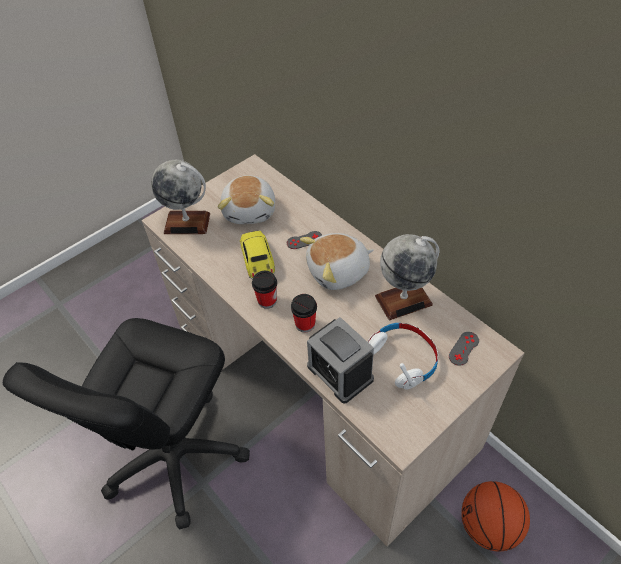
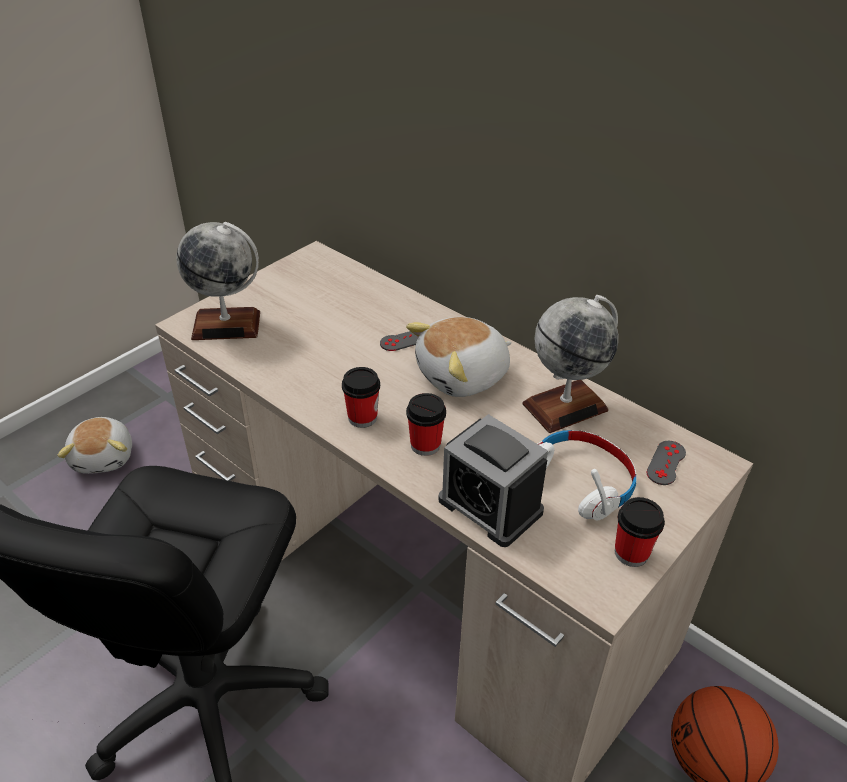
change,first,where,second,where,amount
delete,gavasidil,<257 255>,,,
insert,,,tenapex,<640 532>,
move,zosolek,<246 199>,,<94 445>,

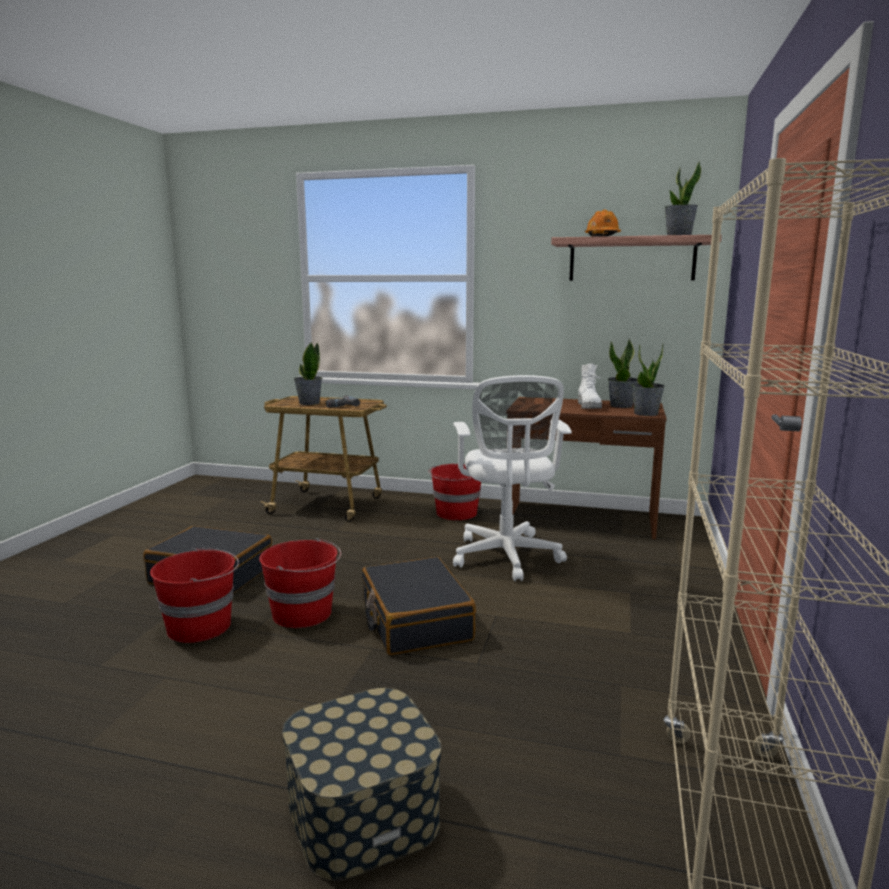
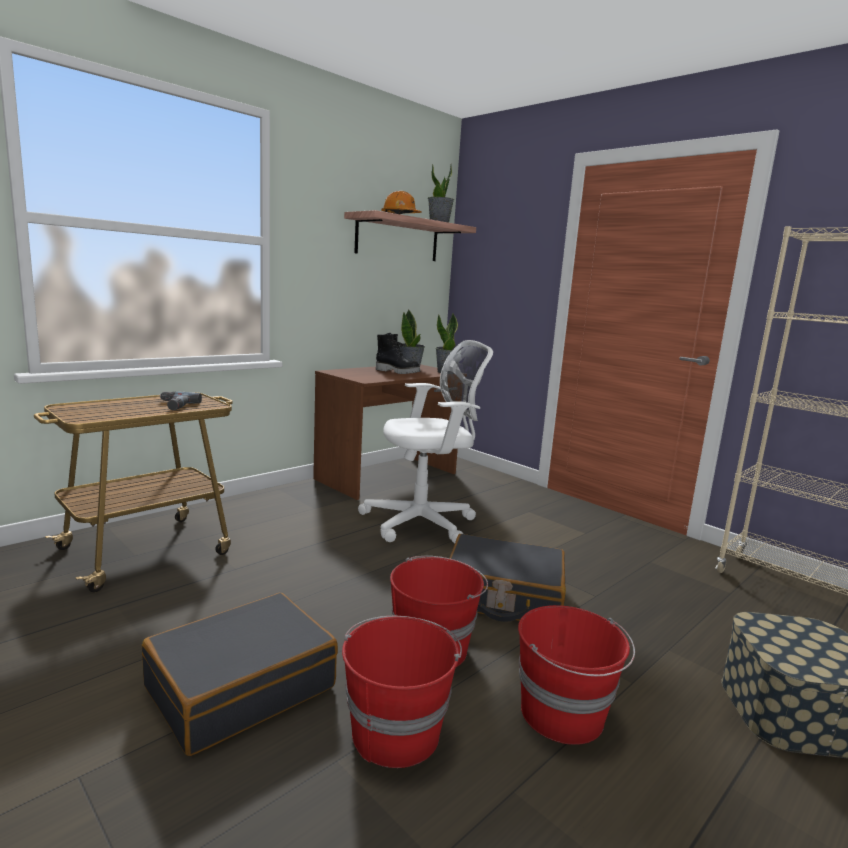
change,first,where,second,where,amount
delete,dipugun,<308 373>,,,
move,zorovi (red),<455 492>,,<576 675>,
recolor,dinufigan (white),<590 386>,dinufigan (black),<398 353>,
rotate,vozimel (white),<512 478>,,<425 441>,45 degrees counterclockwise

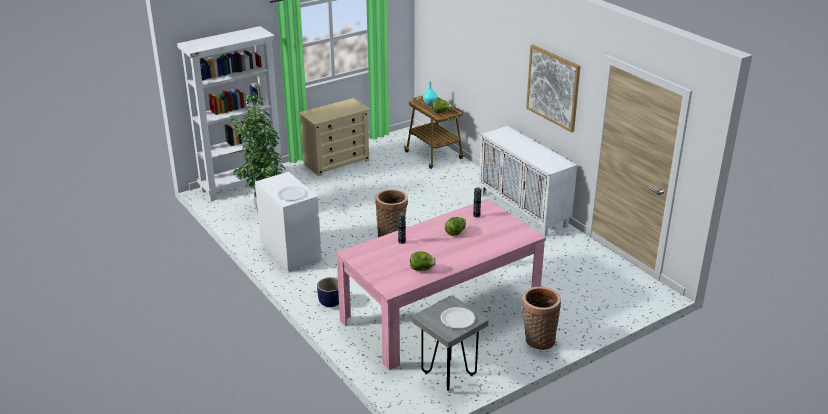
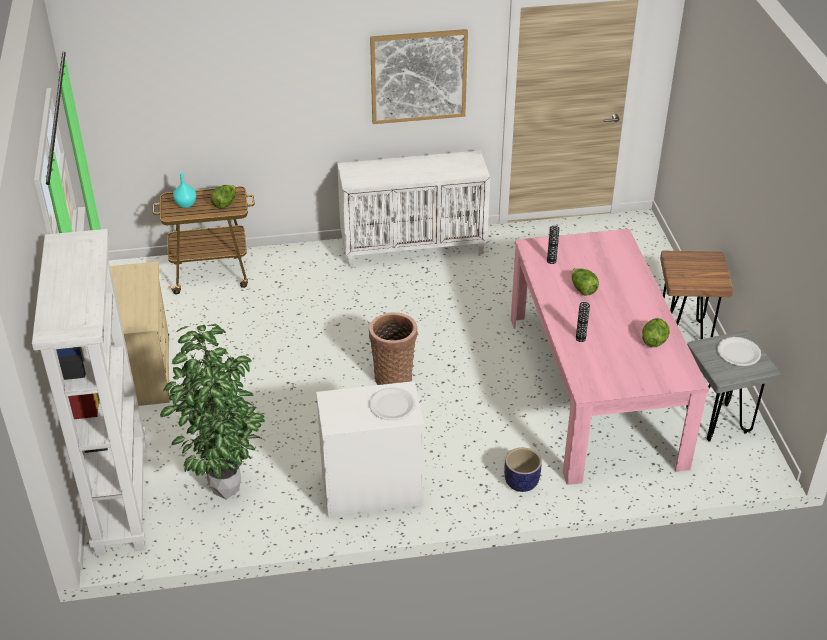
change,first,where,second,where,amount
replace,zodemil,<541 318>,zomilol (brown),<696 295>,

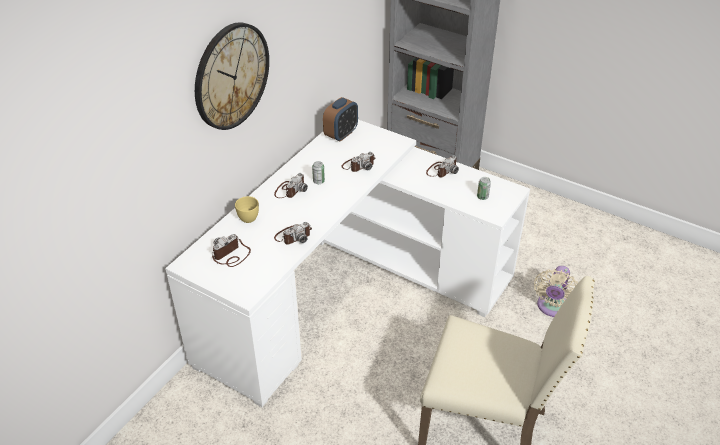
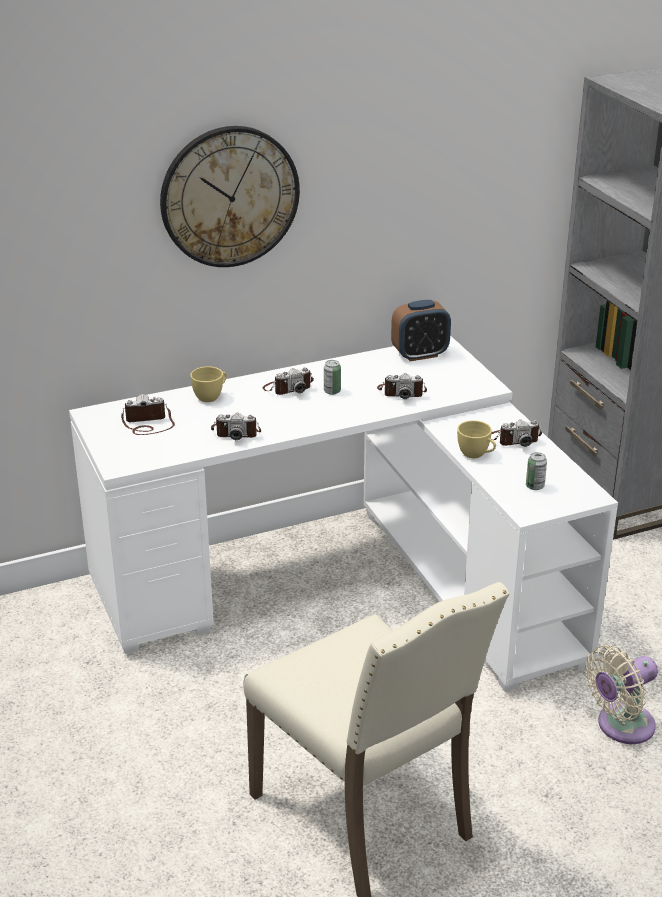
change,first,where,second,where,amount
insert,,,tenapex (yellow),<476 439>,

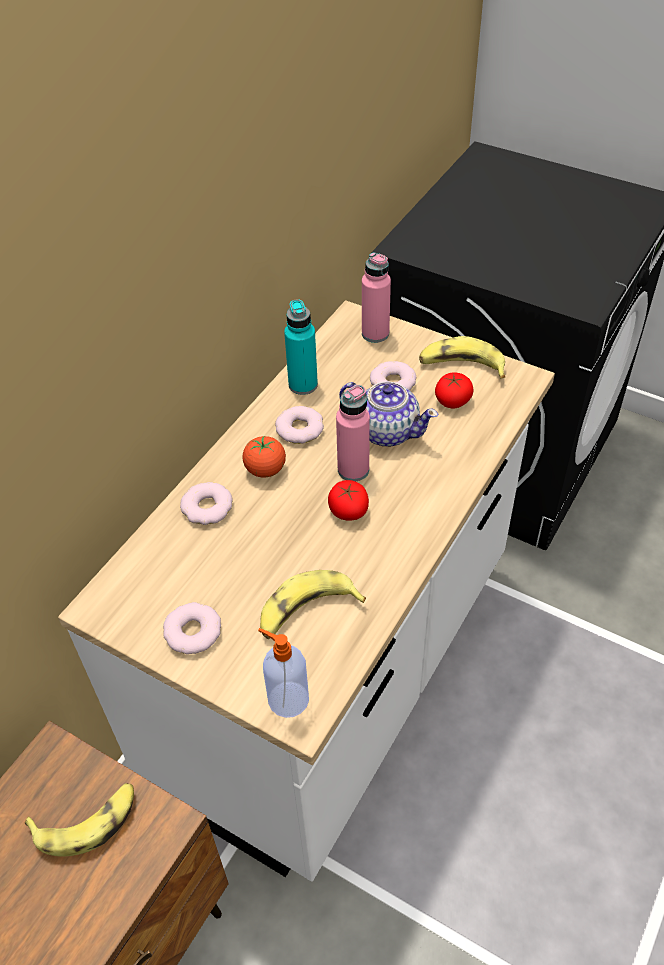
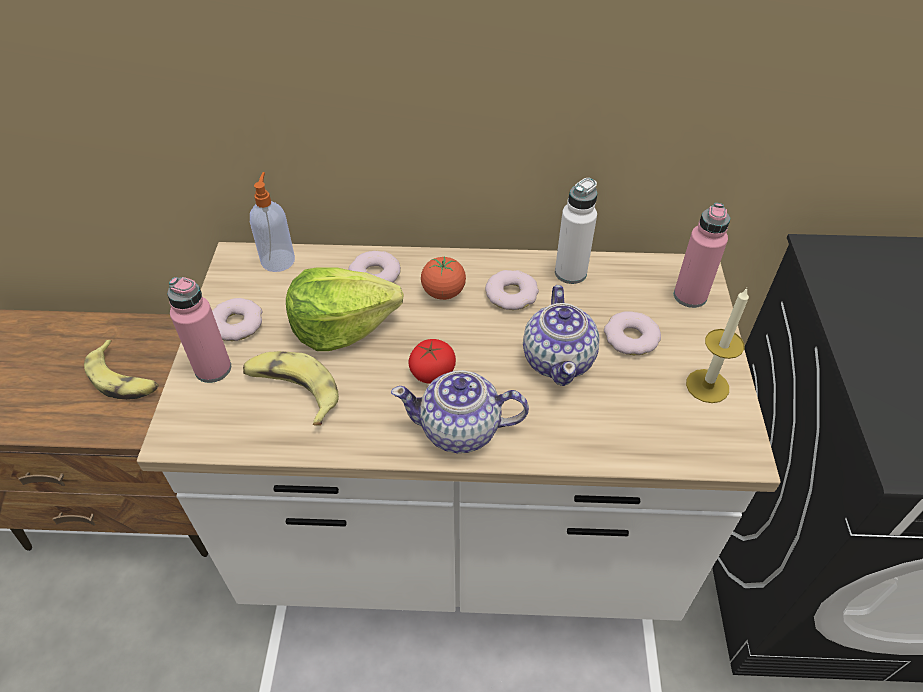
change,first,where,second,where,amount
delete,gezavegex,<454 390>,,,
insert,,,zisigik,<345 309>,
insert,,,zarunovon,<460 411>,
move,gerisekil,<283 673>,,<272 222>,
move,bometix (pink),<353 433>,,<199 330>,
replace,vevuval,<462 357>,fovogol,<717 345>,
recolor,bometix (turquoise),<301 347>,bometix (white),<576 231>,

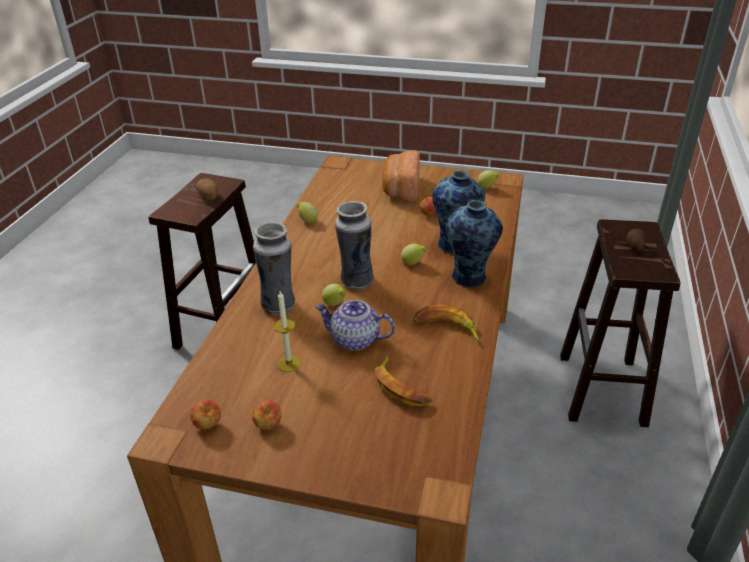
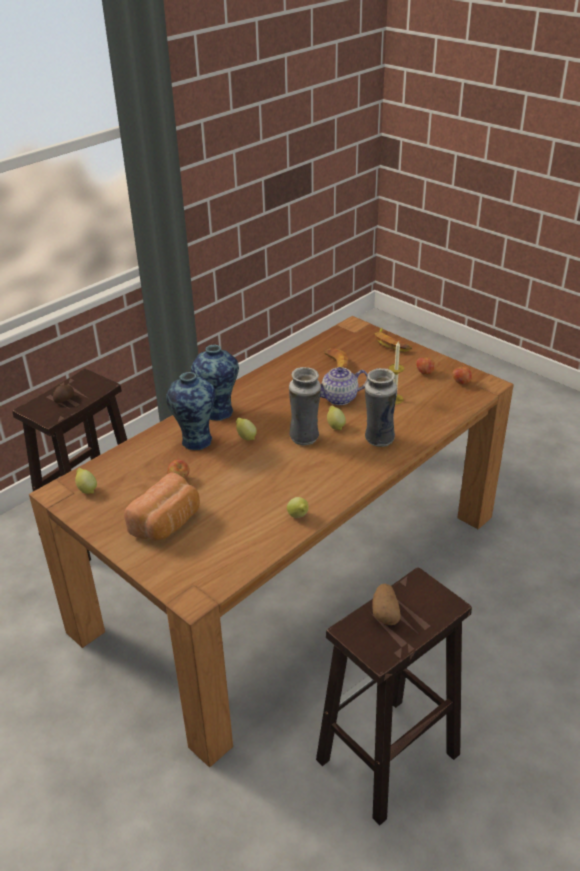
change,first,where,second,where,amount
move,vevuval,<446 323>,,<393 340>,
rotate,zarunovon,<355 325>,,<344 386>,120 degrees clockwise

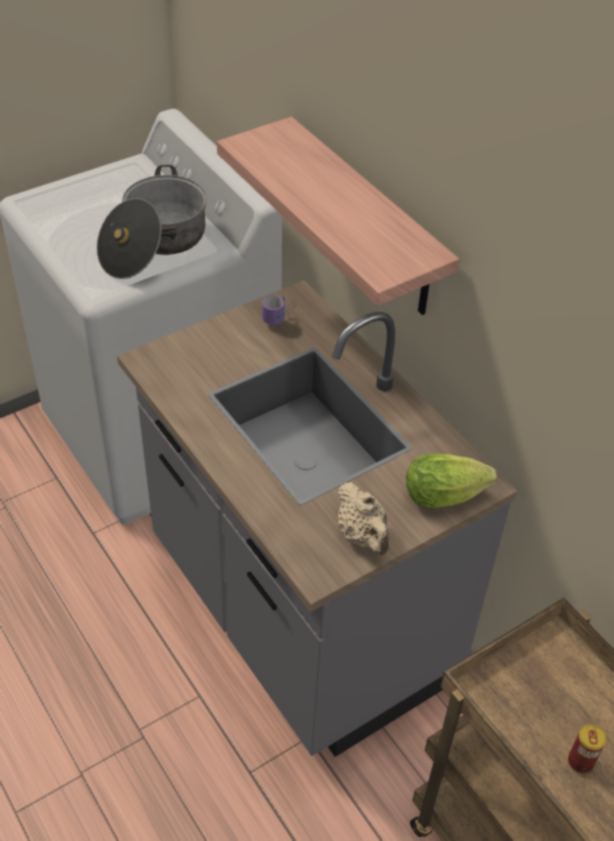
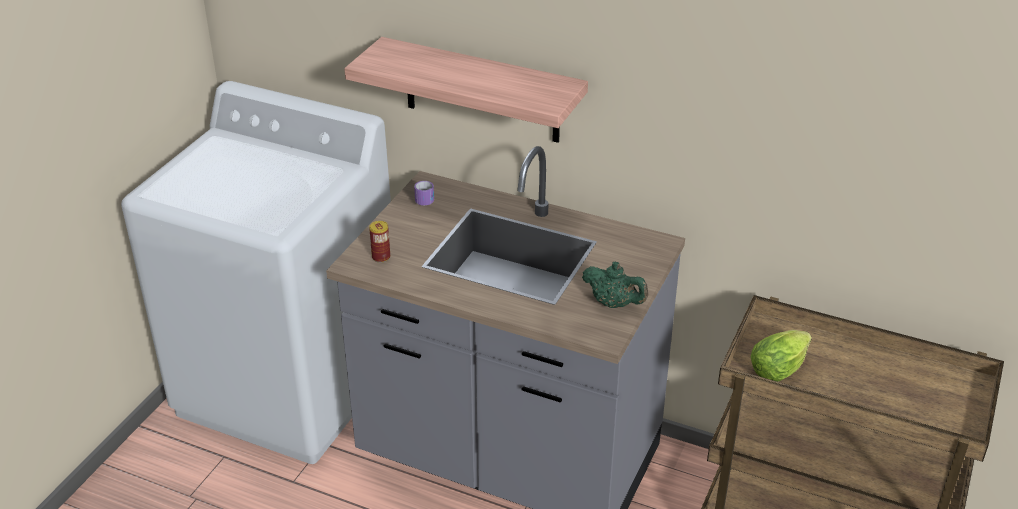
change,first,where,second,where,amount
delete,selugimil,<152 222>,,,
move,zisigik,<451 481>,,<781 355>,
move,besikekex,<587 748>,,<379 242>,
recolor,zarunovon (beige),<363 518>,zarunovon (green),<615 285>,

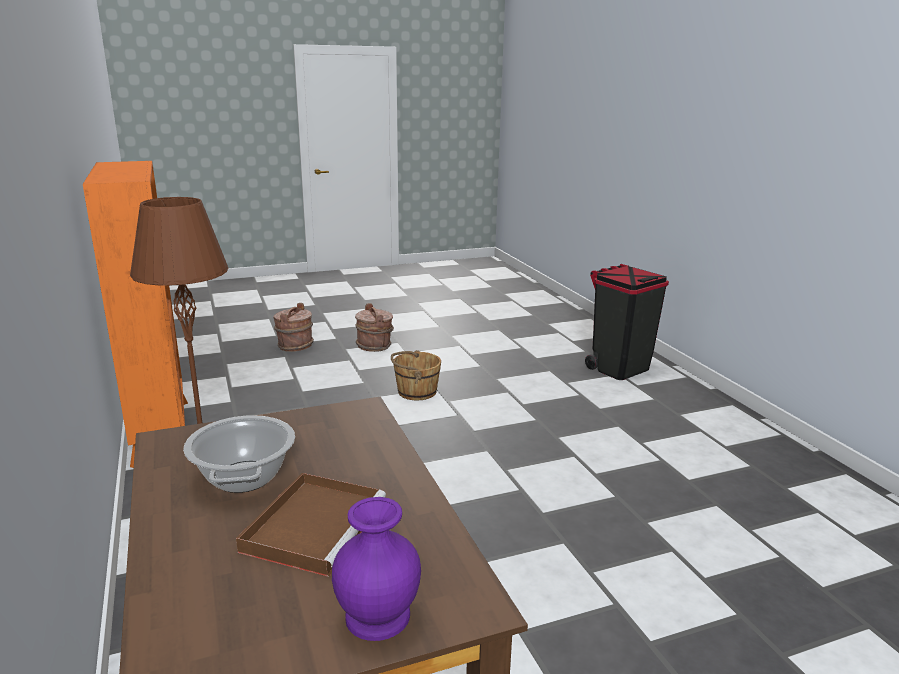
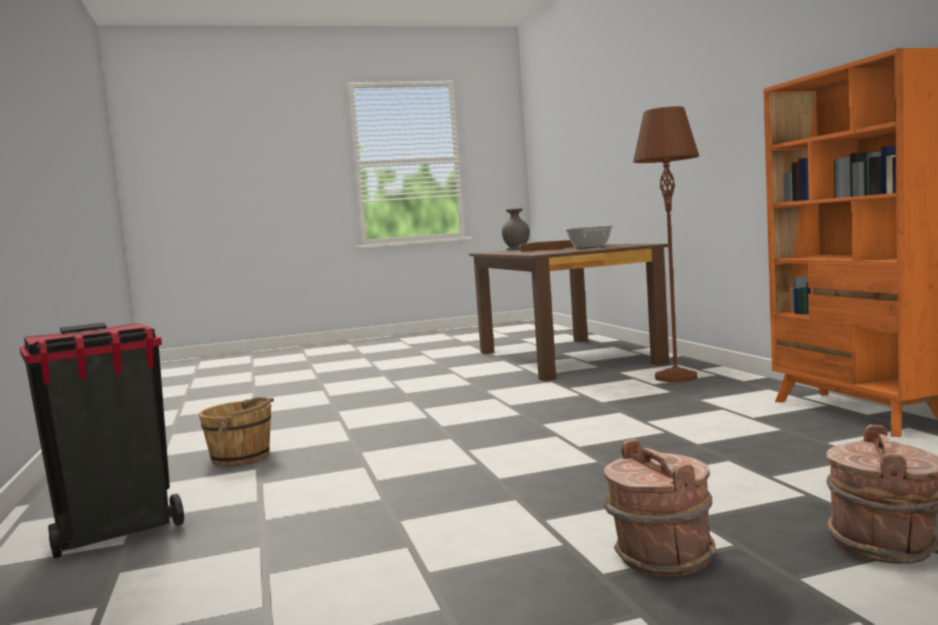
change,first,where,second,where,amount
move,zorovi (brown),<416 375>,,<236 431>,
recolor,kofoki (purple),<376 569>,kofoki (grey),<516 229>,

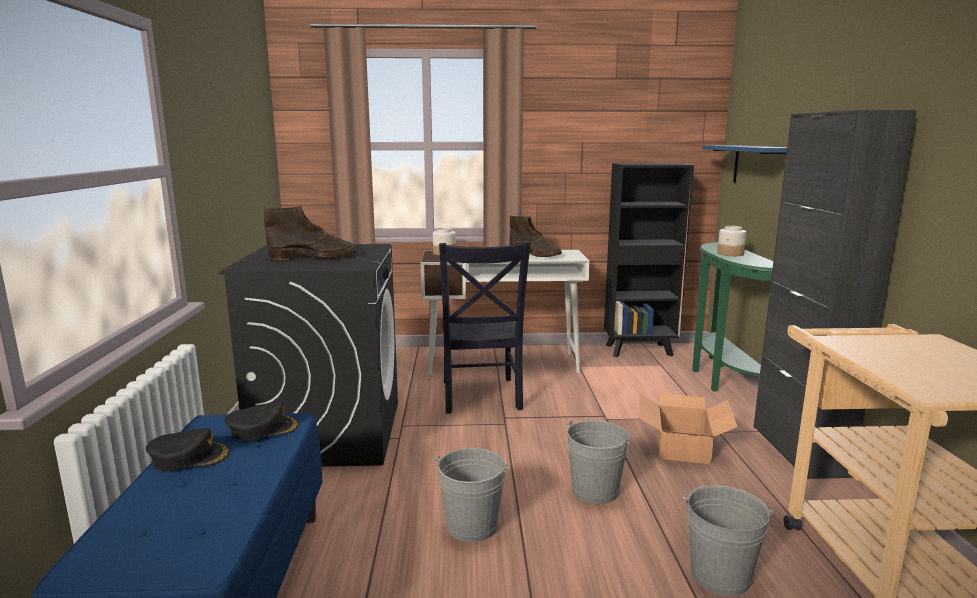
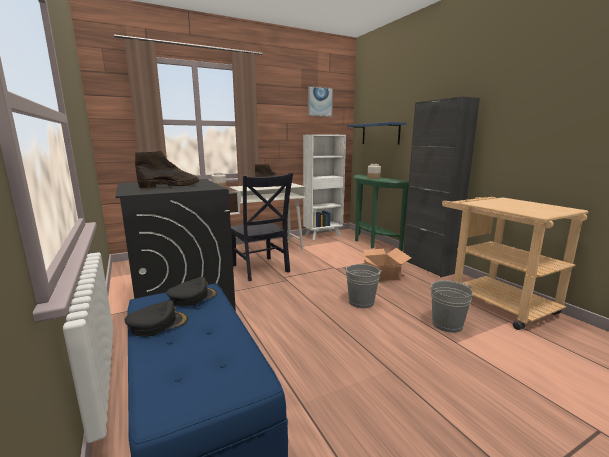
change,first,where,second,where,amount
delete,zorovi (grey),<471 495>,,,
insert,,,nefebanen,<320 101>,
recolor,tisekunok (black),<649 260>,tisekunok (white),<324 187>,

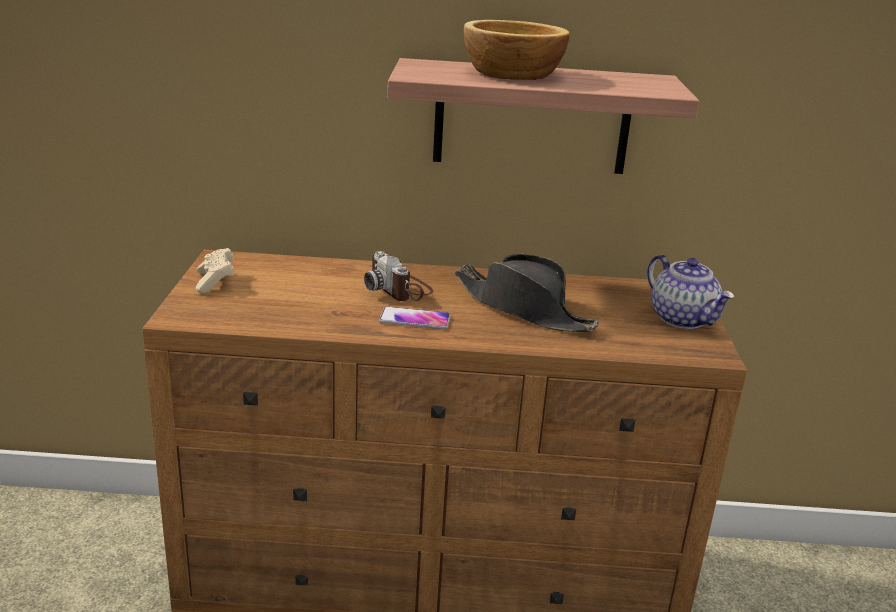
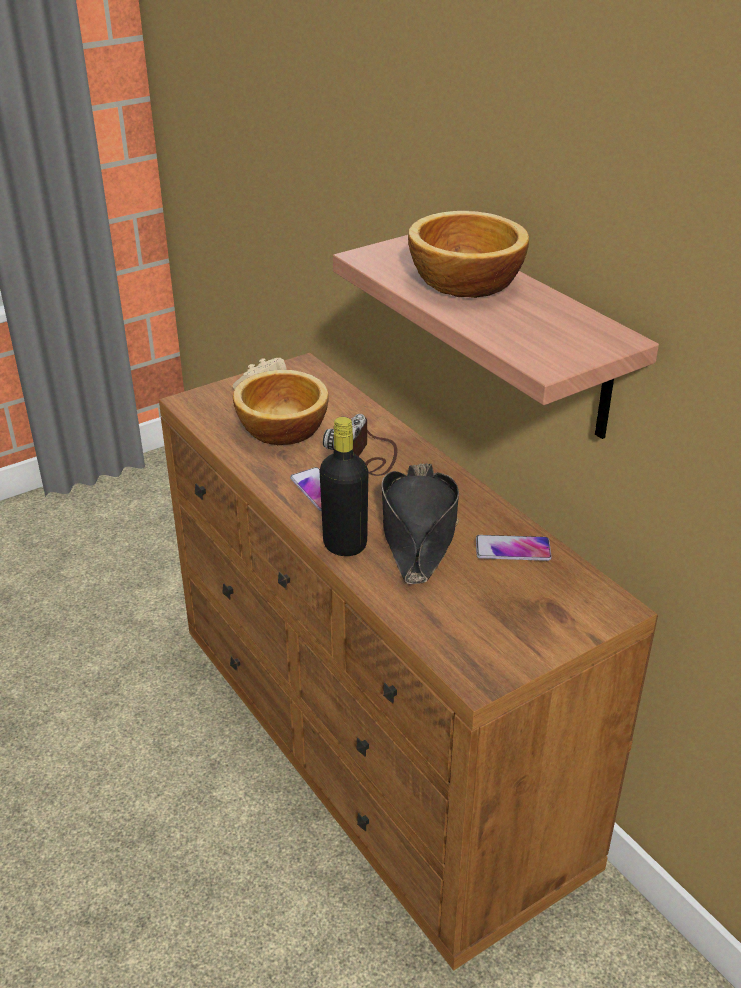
change,first,where,second,where,amount
delete,zarunovon,<690 291>,,,
insert,,,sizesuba,<280 407>,
insert,,,bometix (black),<343 486>,
insert,,,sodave,<514 548>,

